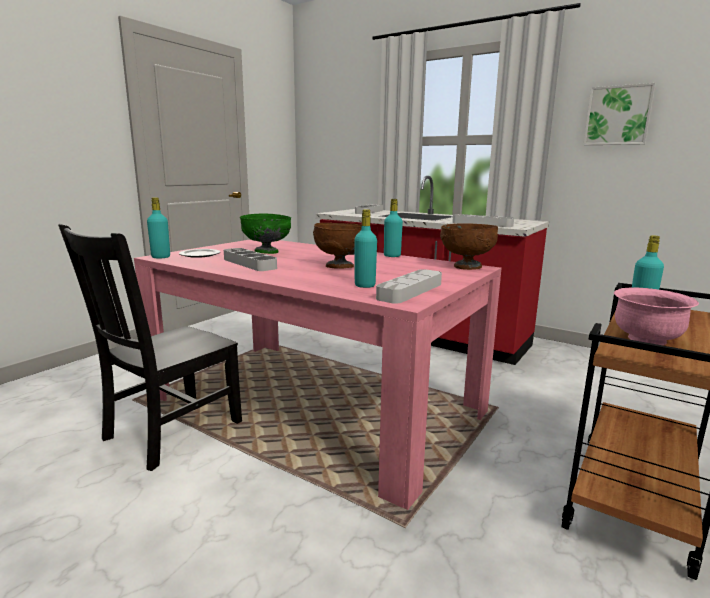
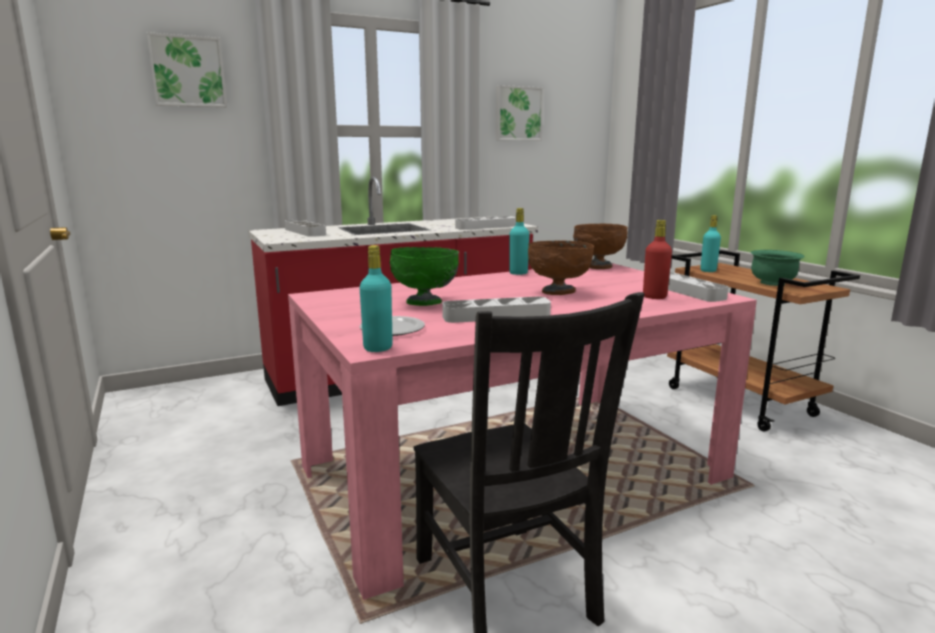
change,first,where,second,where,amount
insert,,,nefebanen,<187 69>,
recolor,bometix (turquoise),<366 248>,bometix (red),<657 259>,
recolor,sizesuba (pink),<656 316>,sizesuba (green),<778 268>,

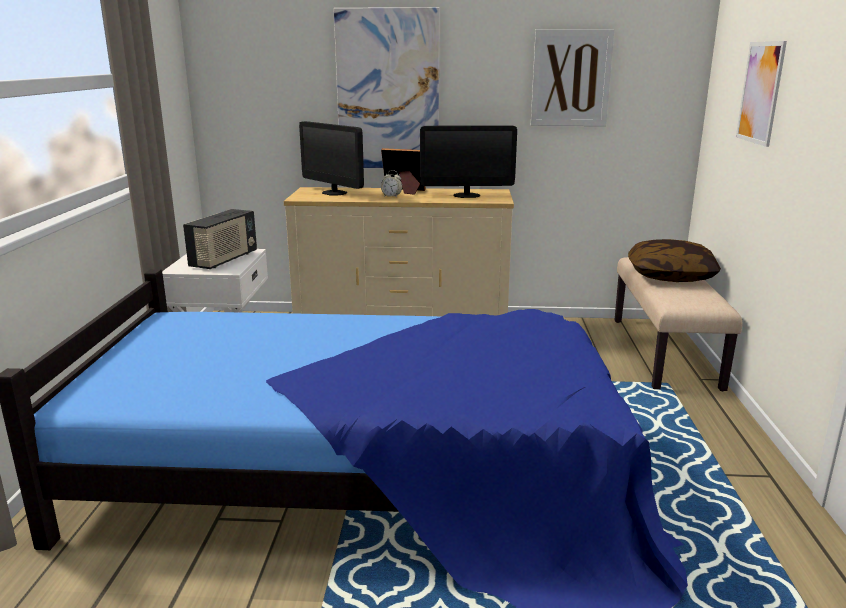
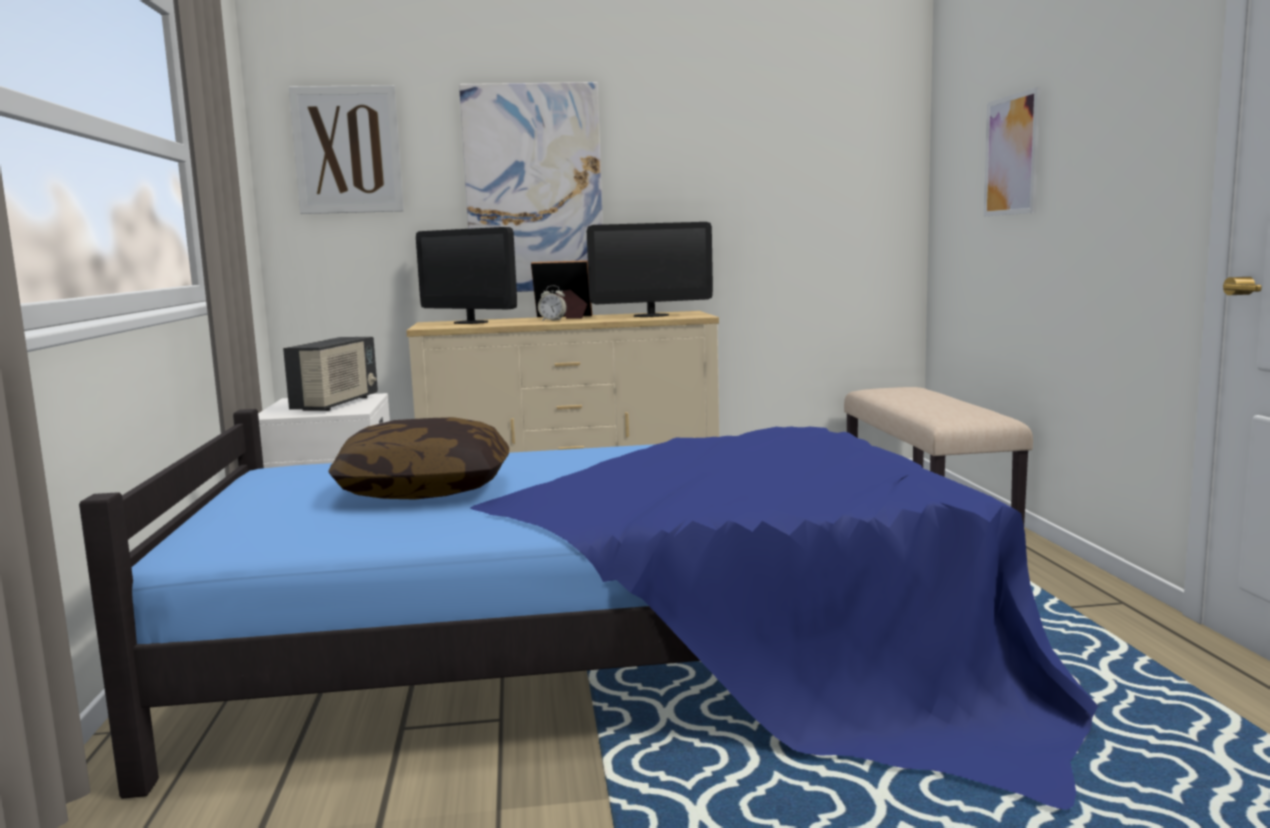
change,first,where,second,where,amount
move,nefebanen,<572 77>,,<346 149>,
move,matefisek,<674 260>,,<418 458>,

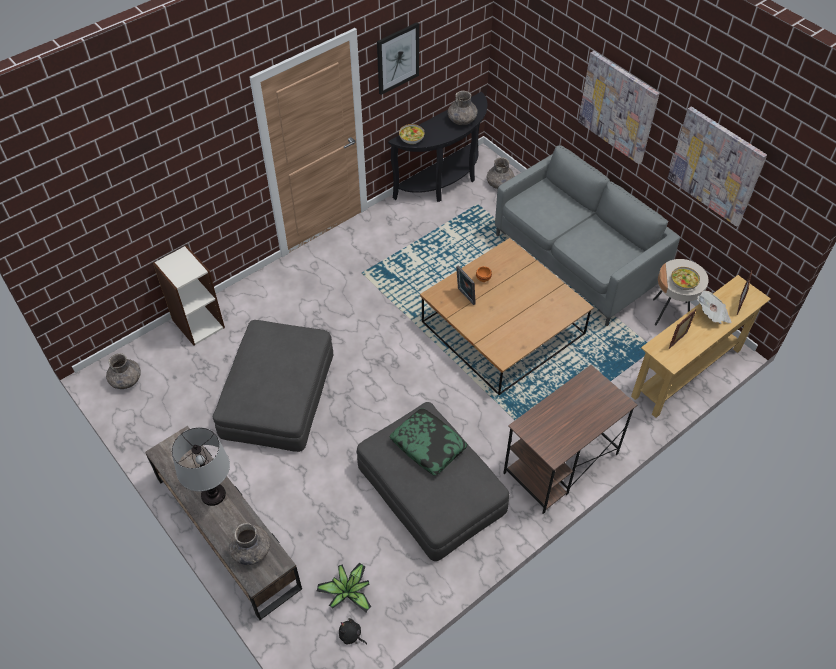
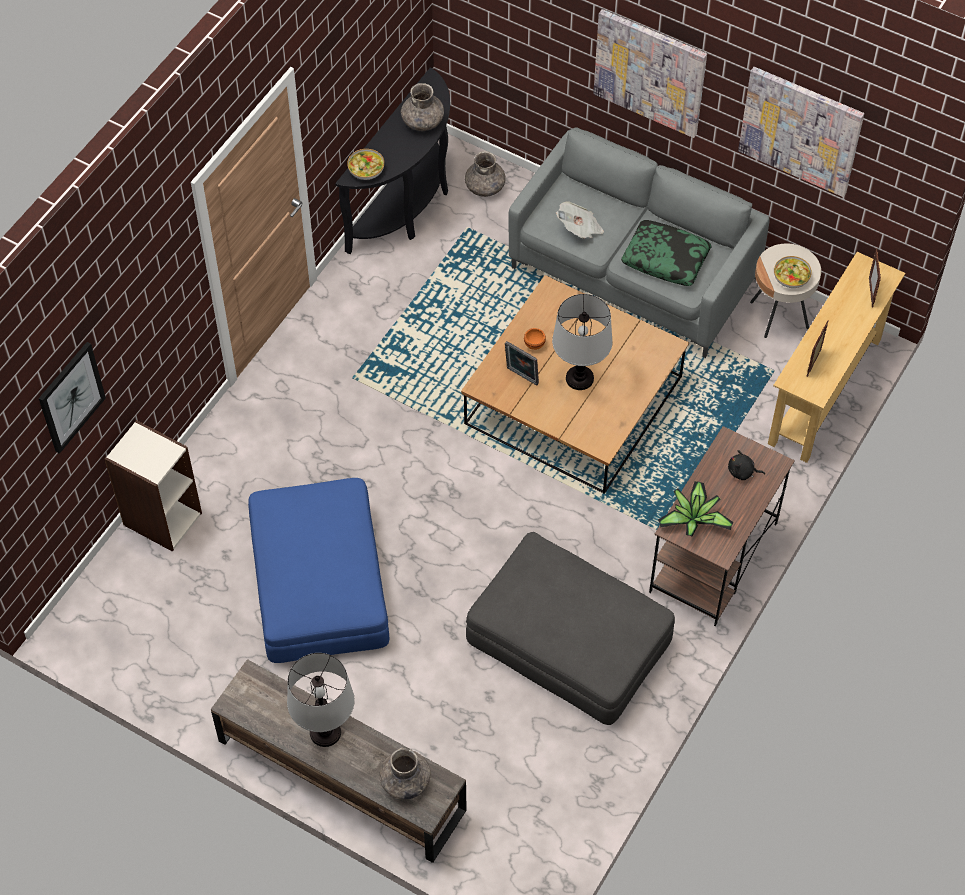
change,first,where,second,where,amount
delete,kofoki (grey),<123 371>,,,
insert,,,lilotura,<582 342>,
move,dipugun,<344 587>,,<695 509>,
move,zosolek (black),<353 631>,,<746 465>,
move,nefebanen,<398 58>,,<72 398>,
move,matefisek,<428 441>,,<666 253>,
move,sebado,<714 307>,,<580 220>,
recolor,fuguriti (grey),<273 386>,fuguriti (blue),<318 570>,

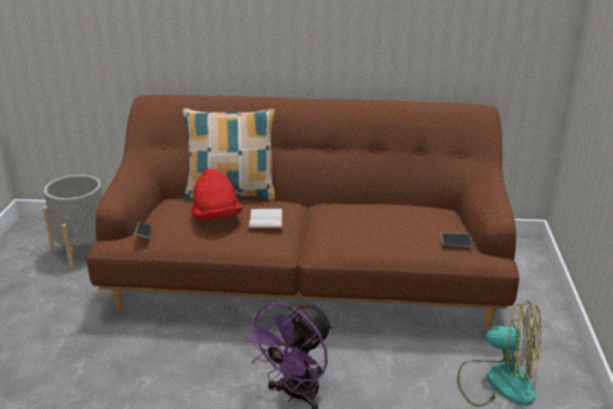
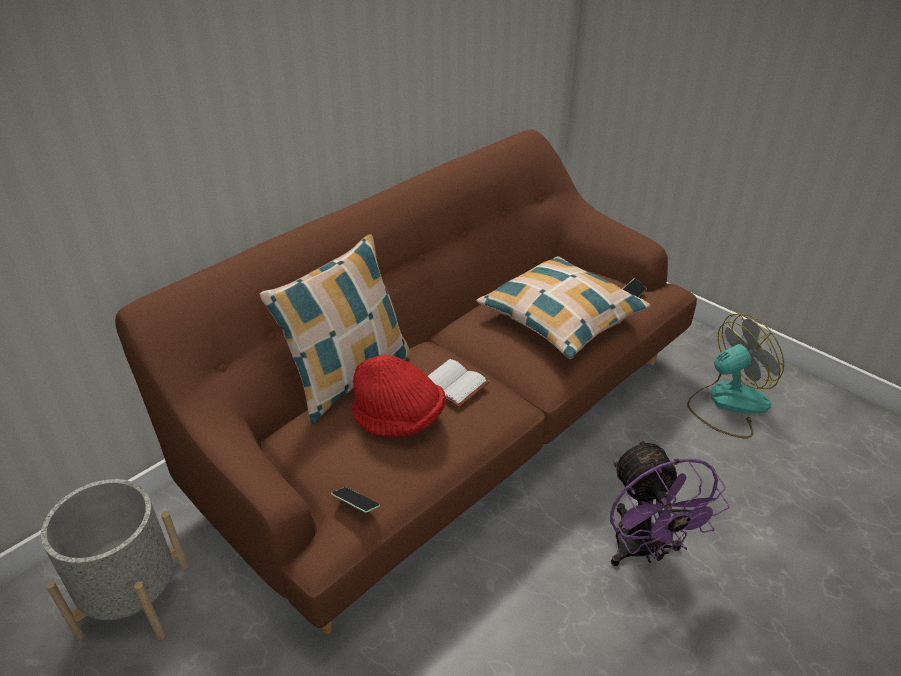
change,first,where,second,where,amount
insert,,,matefisek,<563 307>,

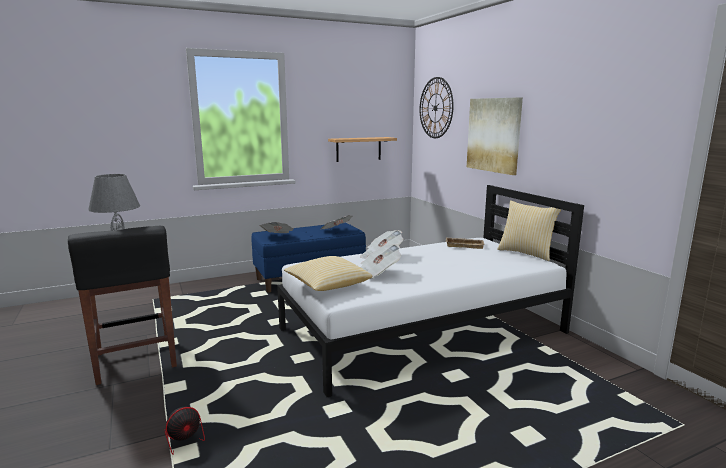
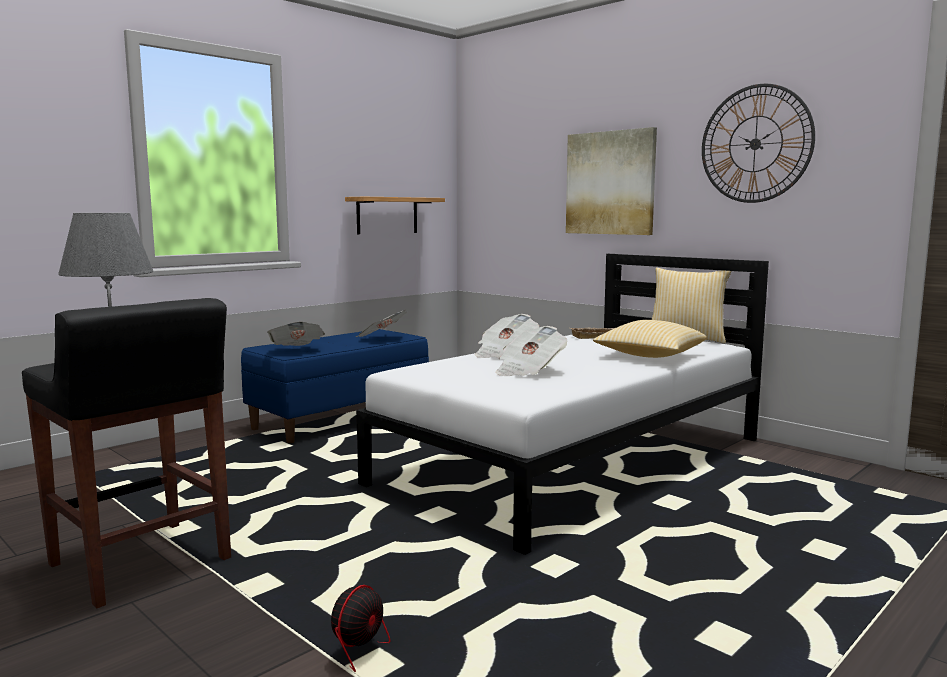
change,first,where,second,where,amount
move,matefisek,<328 273>,,<650 339>,
move,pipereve,<437 107>,,<758 143>,

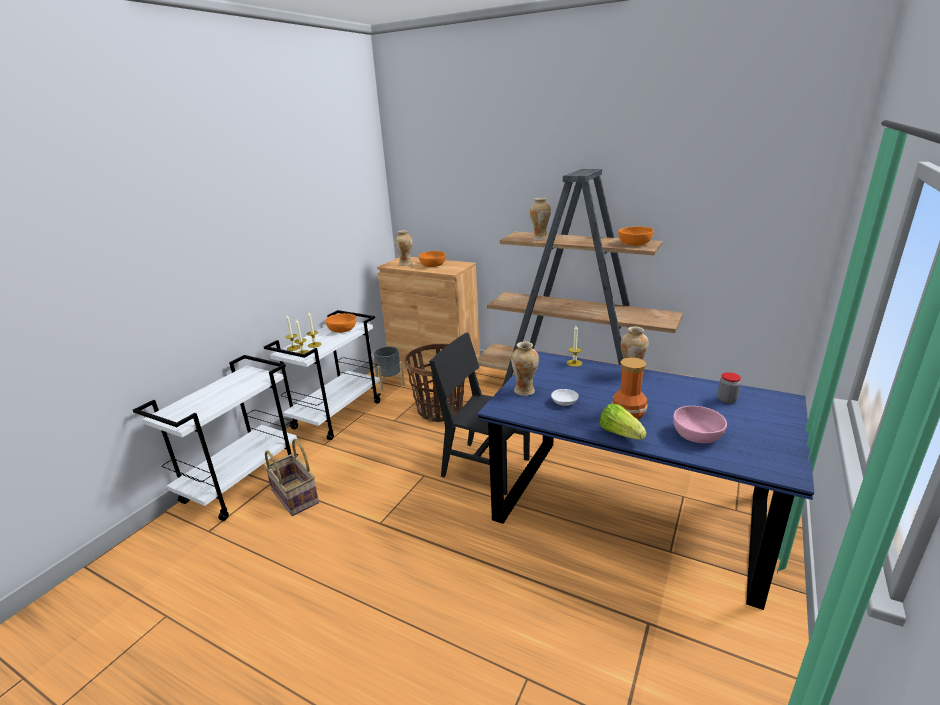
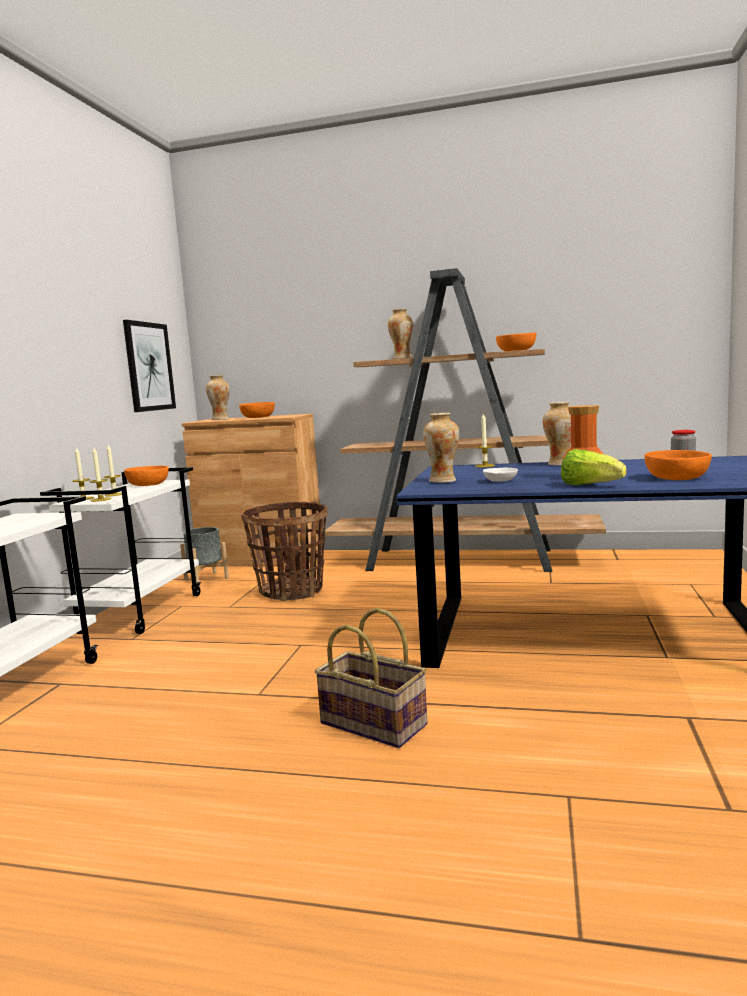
change,first,where,second,where,amount
delete,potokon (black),<479 414>,,,
insert,,,nefebanen,<149 366>,
move,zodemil,<292 477>,,<371 678>,
recolor,sizesuba (pink),<700 424>,sizesuba (orange),<678 465>,

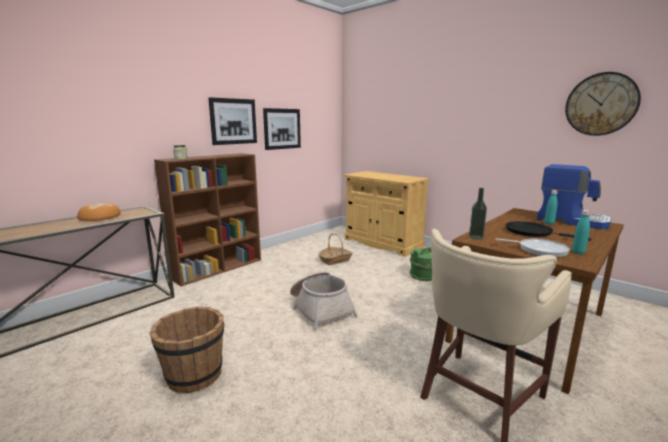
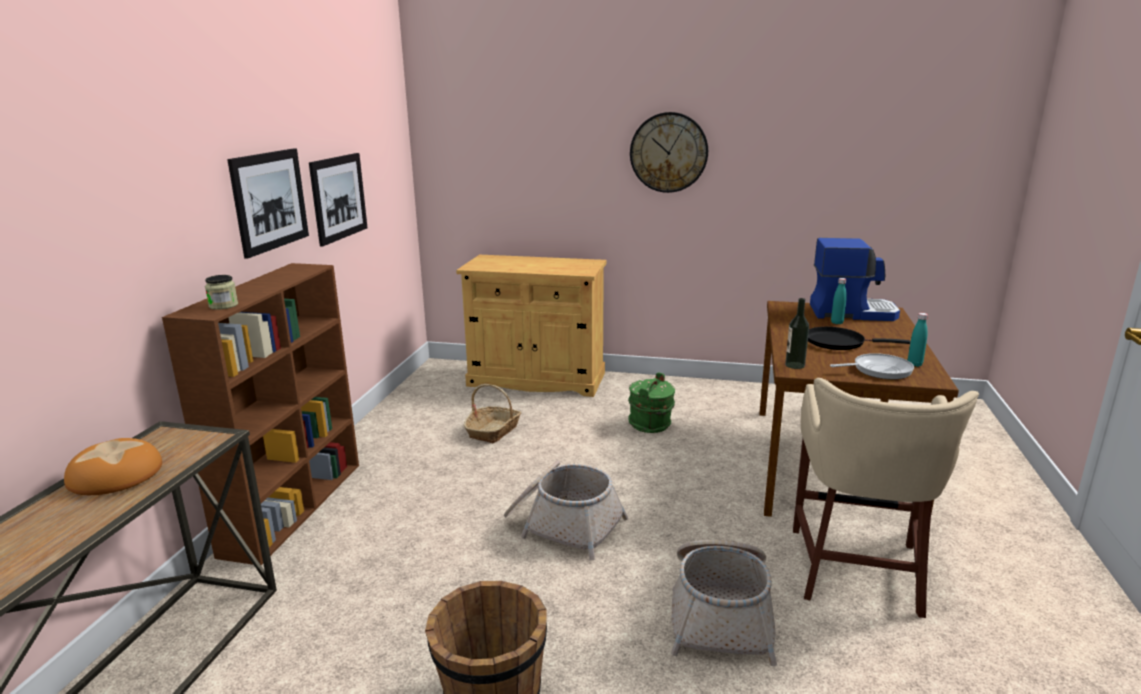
change,first,where,second,where,amount
insert,,,zodemil,<724 603>,
move,pipereve,<603 104>,,<669 152>,

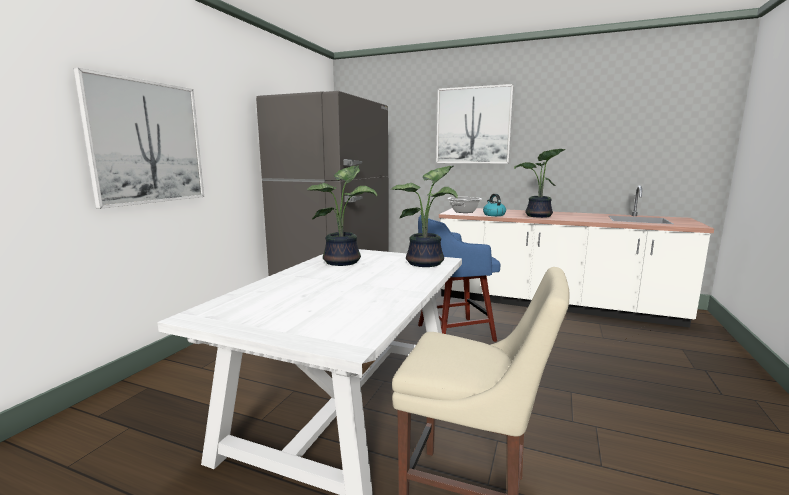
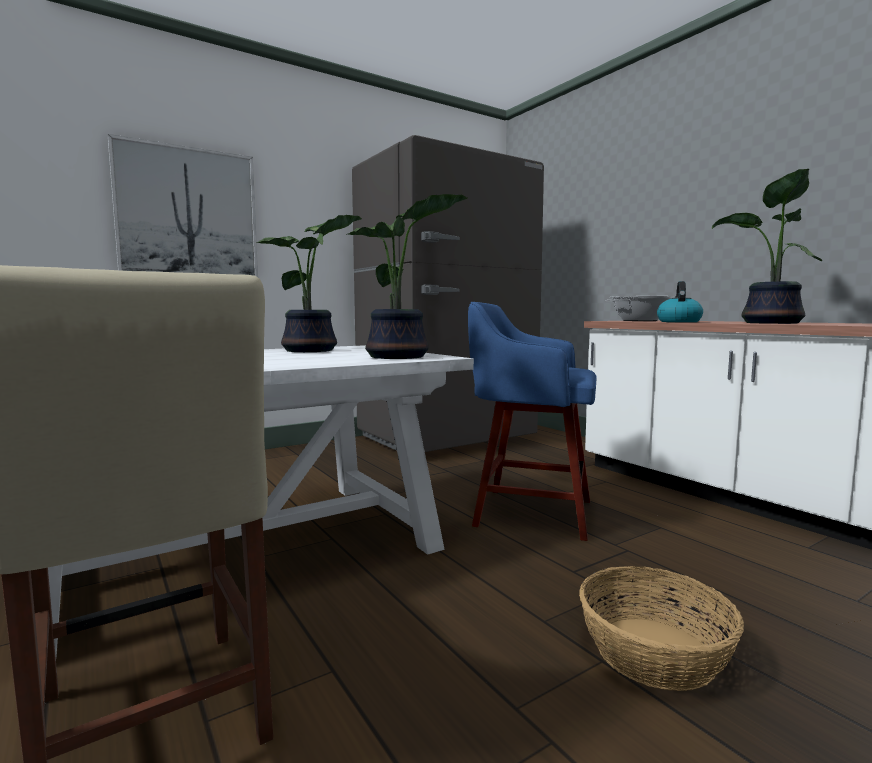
change,first,where,second,where,amount
delete,nefebanen,<475 123>,,,
insert,,,zodemil,<661 628>,

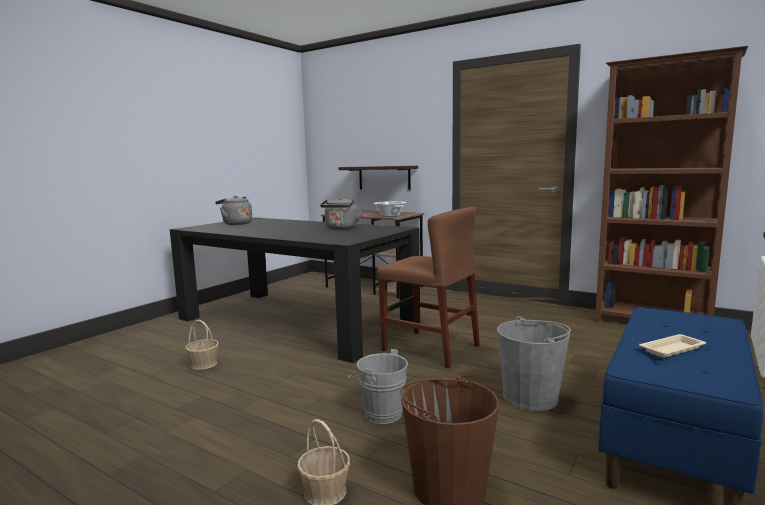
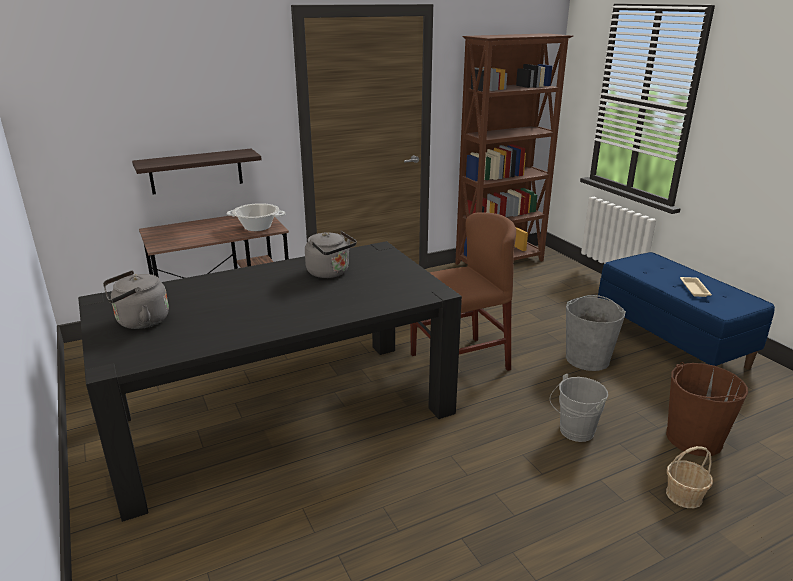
change,first,where,second,where,amount
delete,zodemil,<202 345>,,,

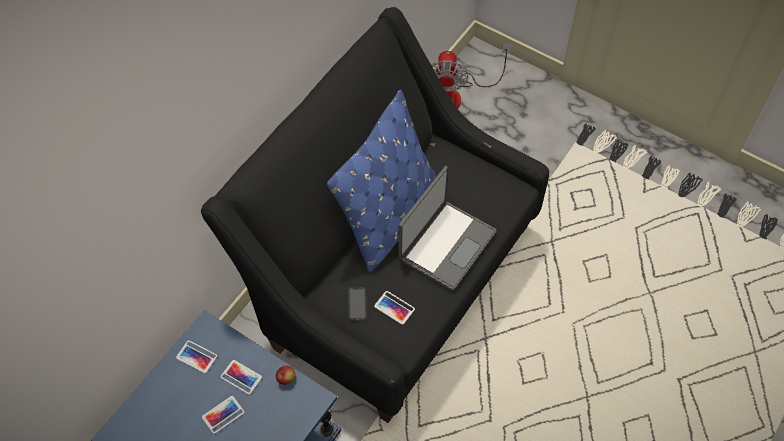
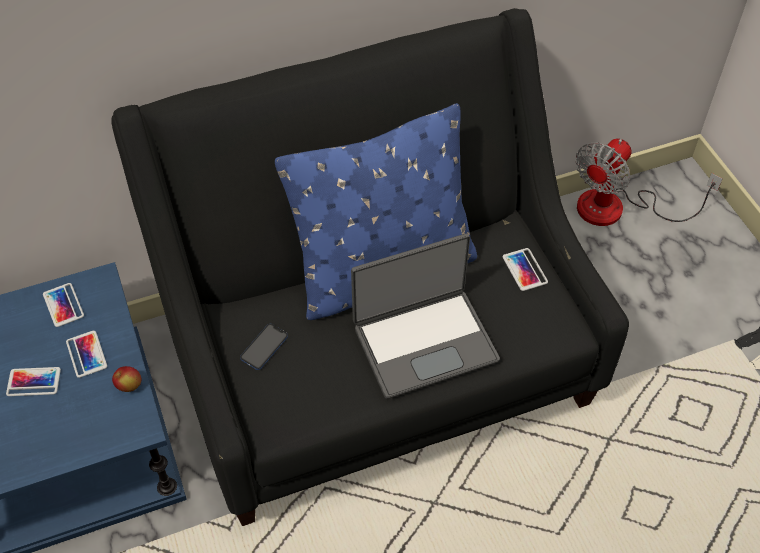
change,first,where,second,where,amount
move,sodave,<394 308>,,<525 269>,

